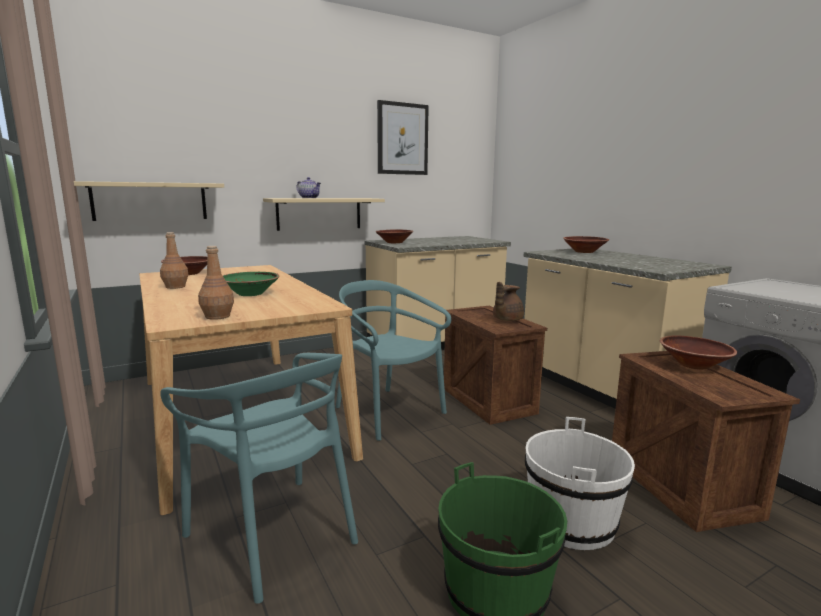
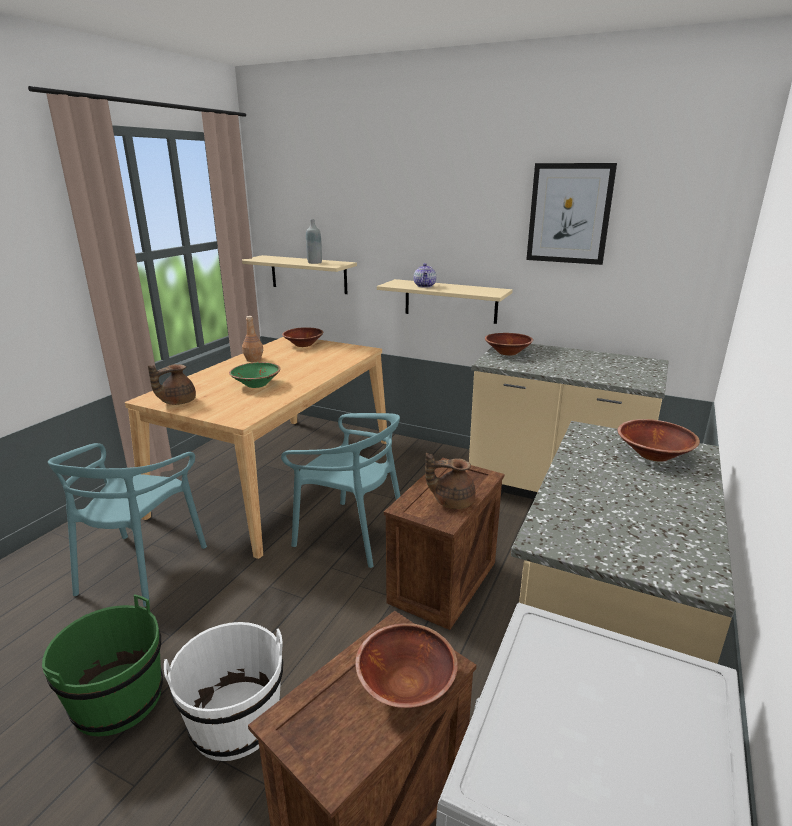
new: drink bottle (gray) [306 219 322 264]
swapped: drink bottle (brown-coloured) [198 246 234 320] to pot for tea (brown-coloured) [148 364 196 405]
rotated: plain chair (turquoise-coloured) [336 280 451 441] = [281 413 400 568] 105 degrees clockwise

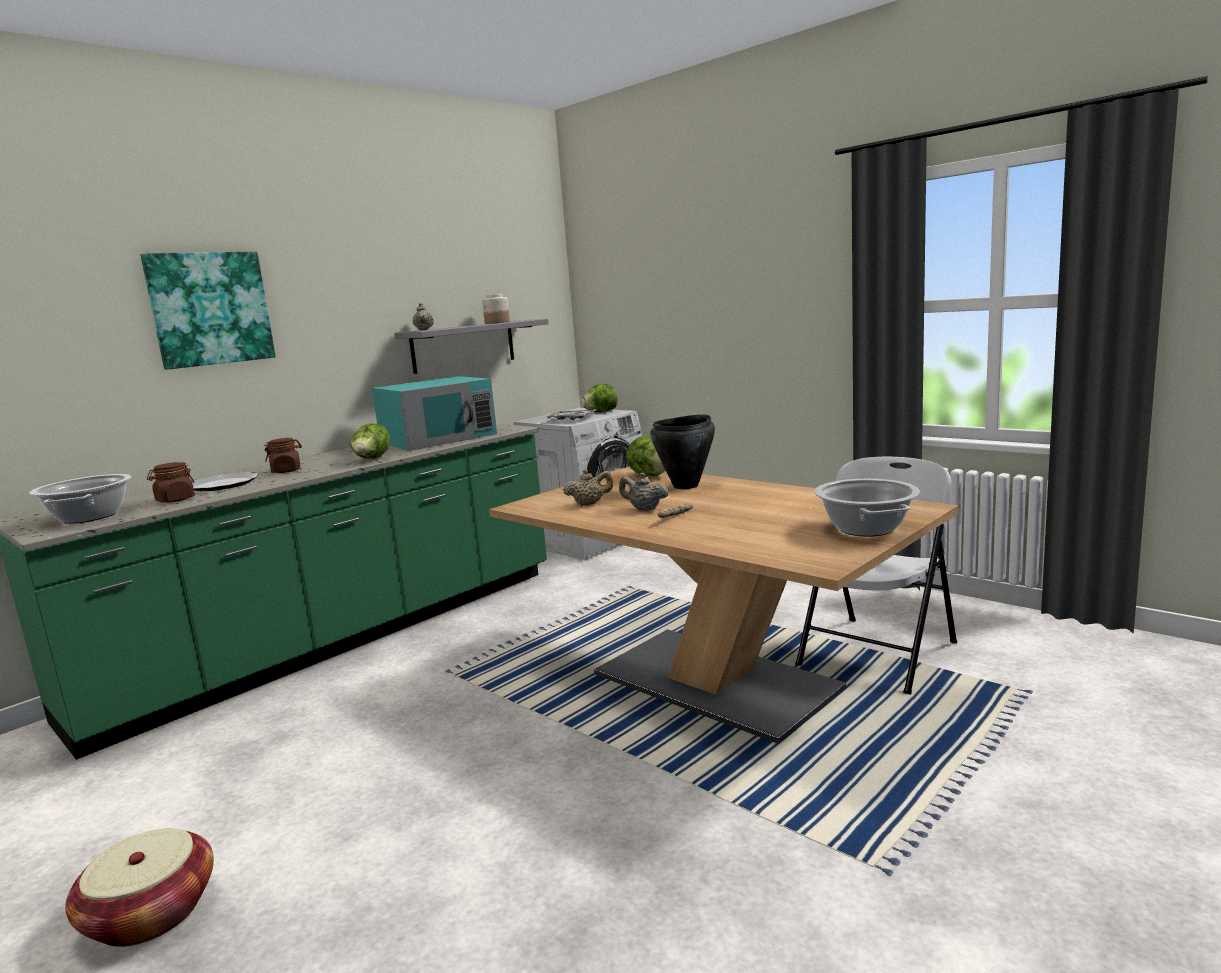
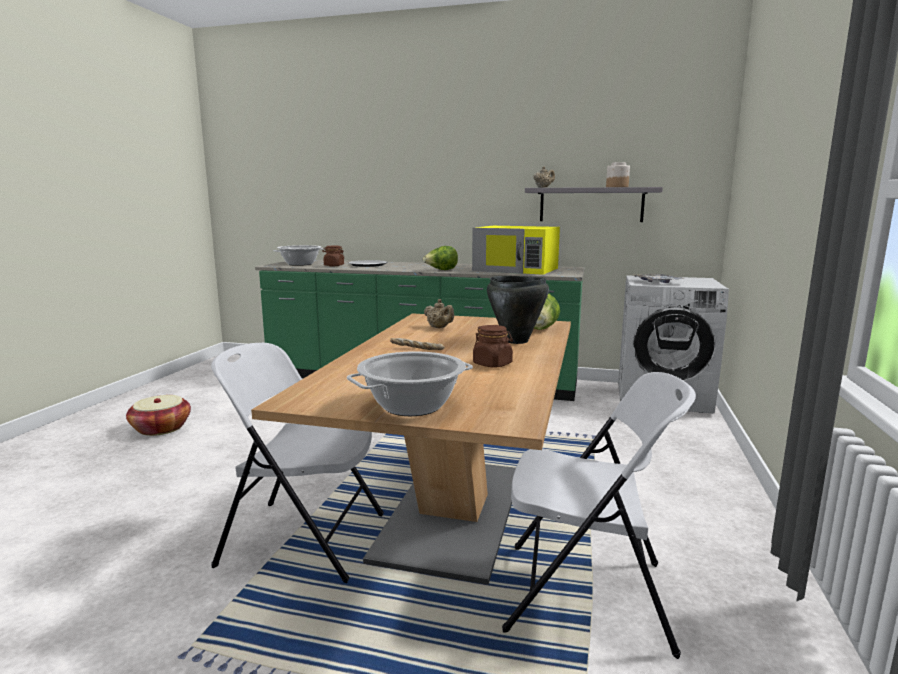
gone: wall picture [140 251 276 370]; lettuce head [582 383 618 412]; pot for tea (beige) [619 473 669 511]
new: plain chair (whitish) [211 343 384 583]
shifted: storage jar (brown-coloured) [264 438 302 473] to [473 325 513 367]
repainted: microwave (turquoise-coloured) [372 376 497 451] to microwave (yellow) [472 226 560 275]

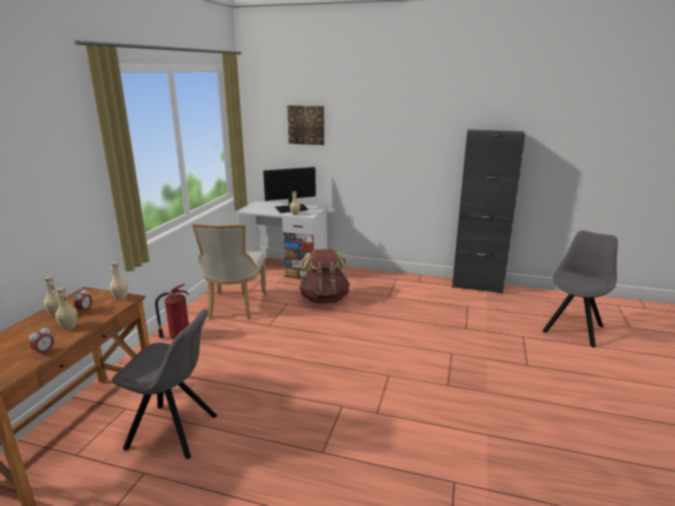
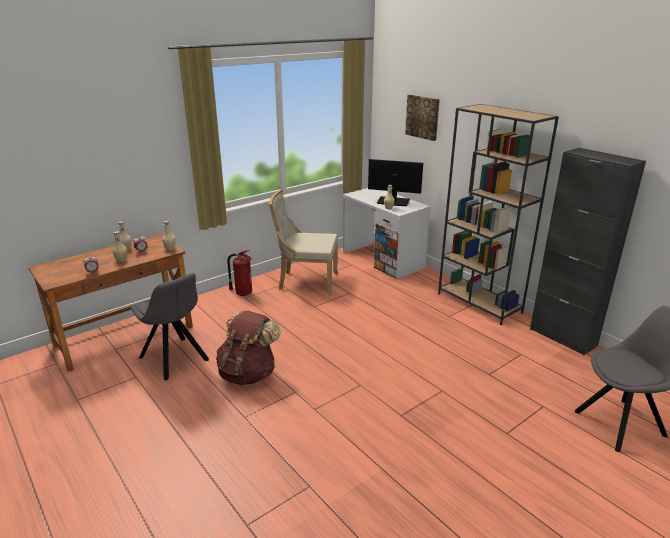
new: shelving unit [438 104 559 325]
shifted: knapsack (brown-coloured) [299 249 350 304] to [216 311 281 386]
rotated: plain chair (beige) [192 223 267 320] = [269 190 338 296] 60 degrees clockwise

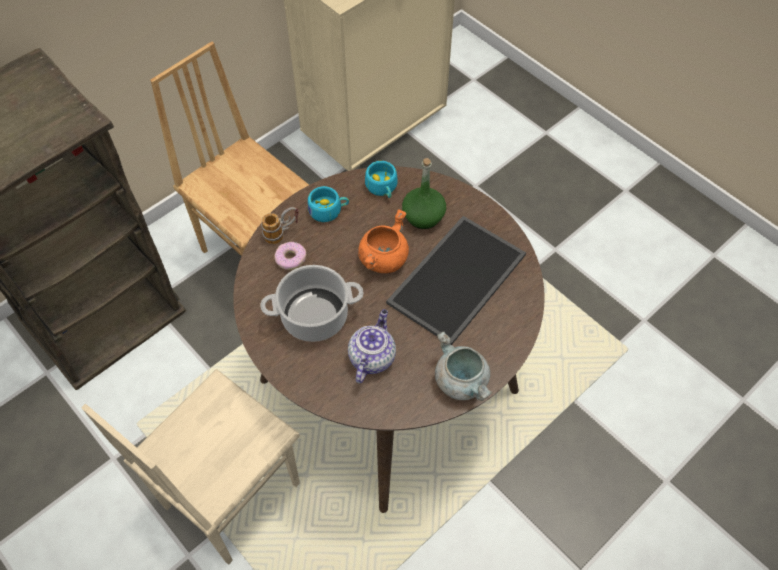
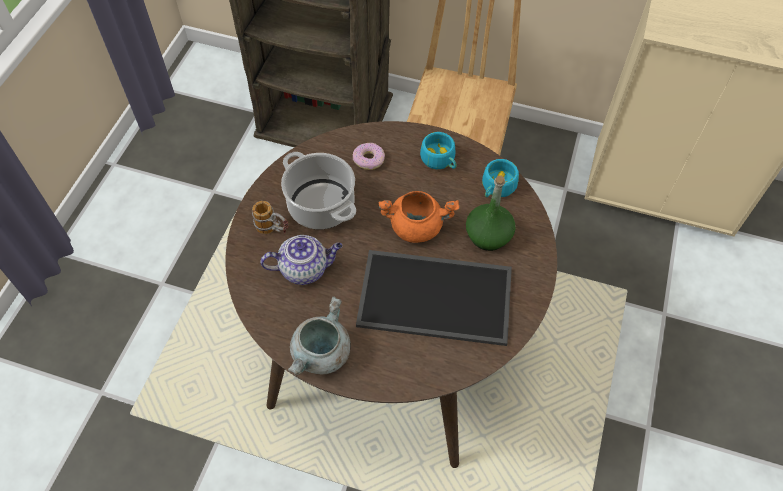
gone: plain chair (beige) [82 369 300 565]
shifted: mug [261 207 299 244] to [252 201 289 234]

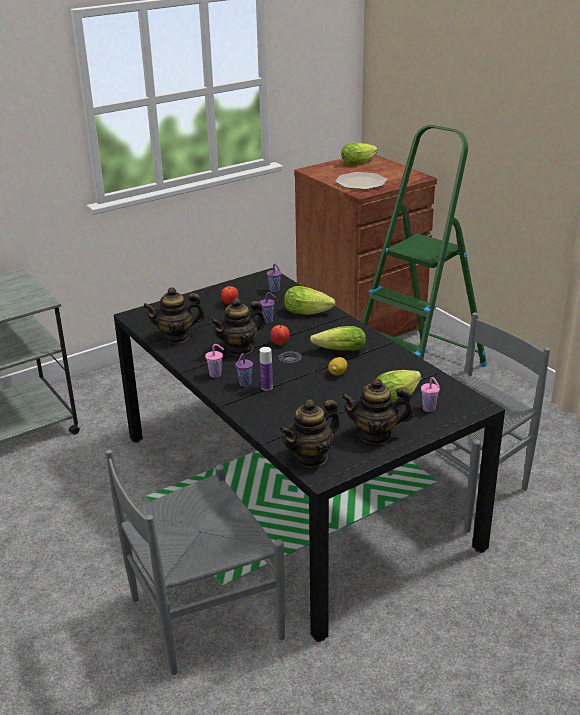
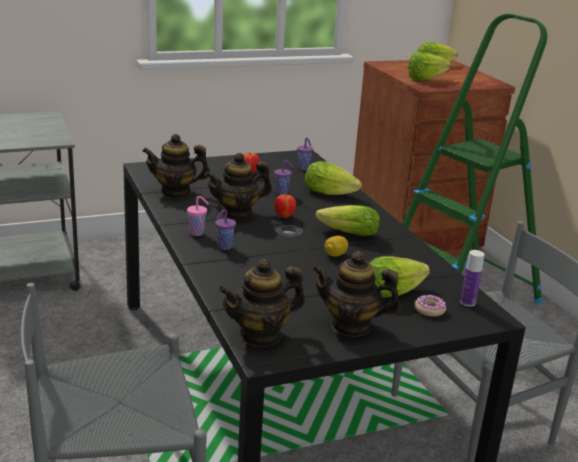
shifted: drink bottle [260 347 273 391] to [460 250 485 307]
swapped: flat dish [335 172 387 190] to lettuce head [408 52 451 80]; drinking cup (pinkish) [421 377 440 412] to doughnut [414 294 446 317]

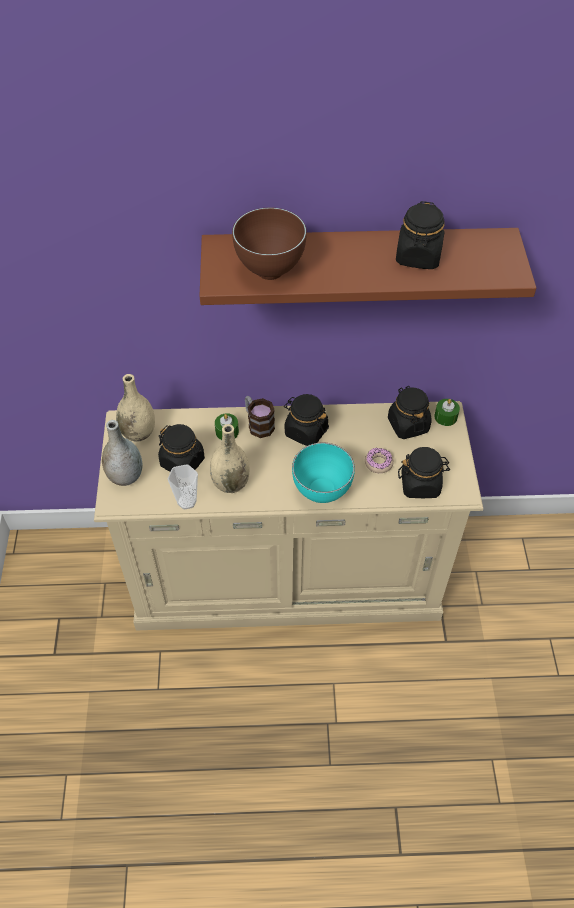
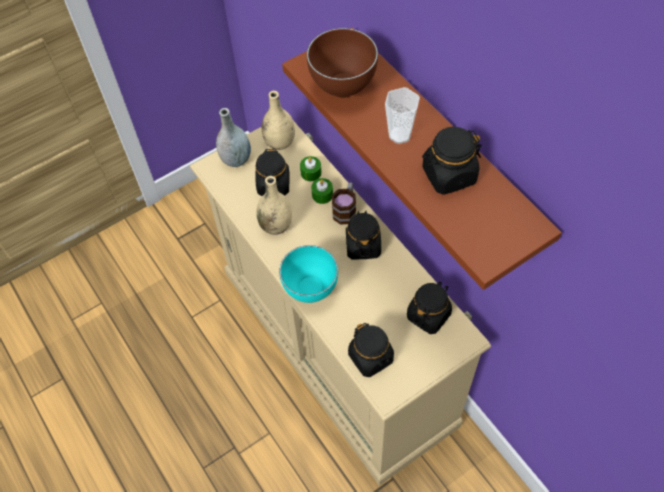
gone: doughnut [365 448 394 473]
shifted: candle (green) [434 399 460 426] to [300 156 322 181]; drinking cup [168 464 198 510] to [385 87 420 144]

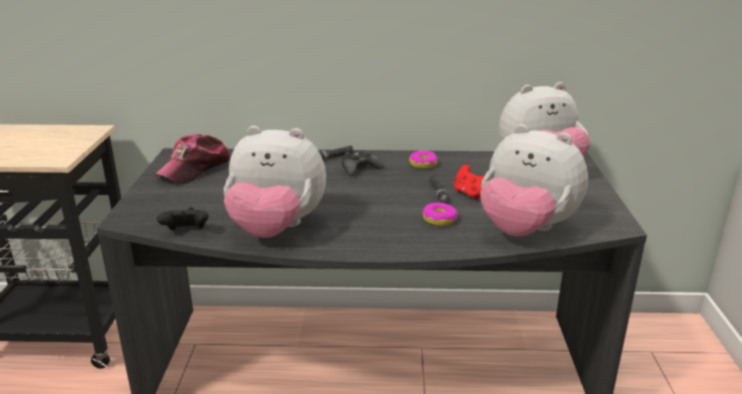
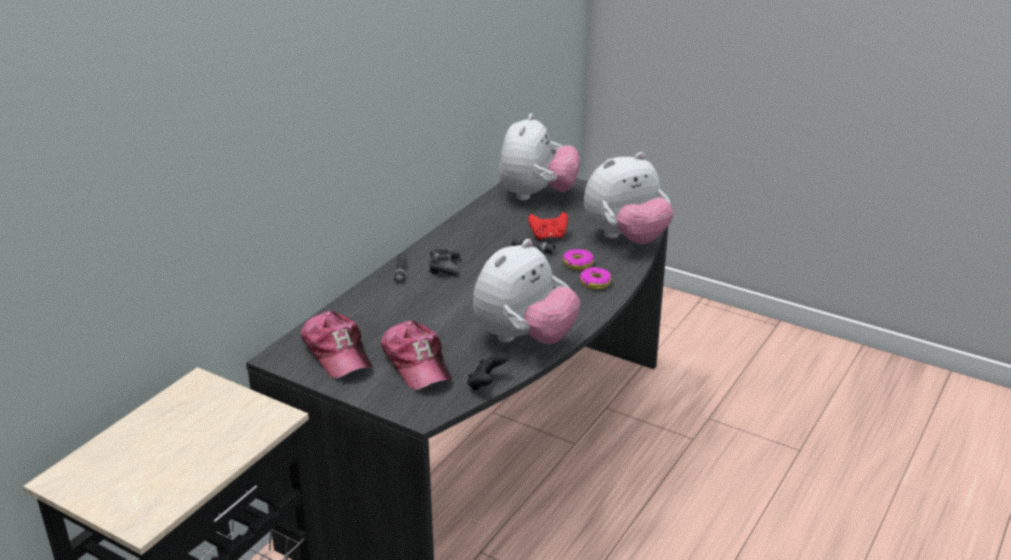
new: baseball cap [381 320 452 390]
shifted: doughnut [409 151 438 169] to [579 267 612 290]

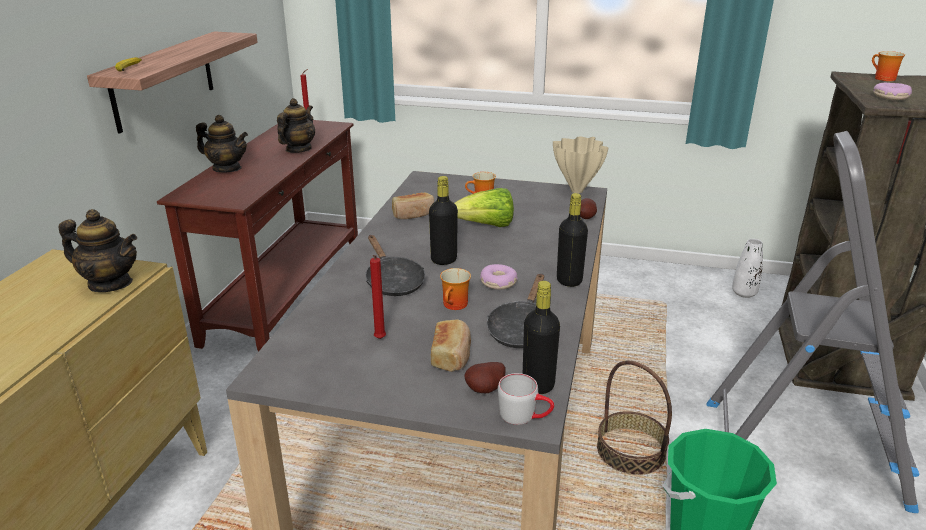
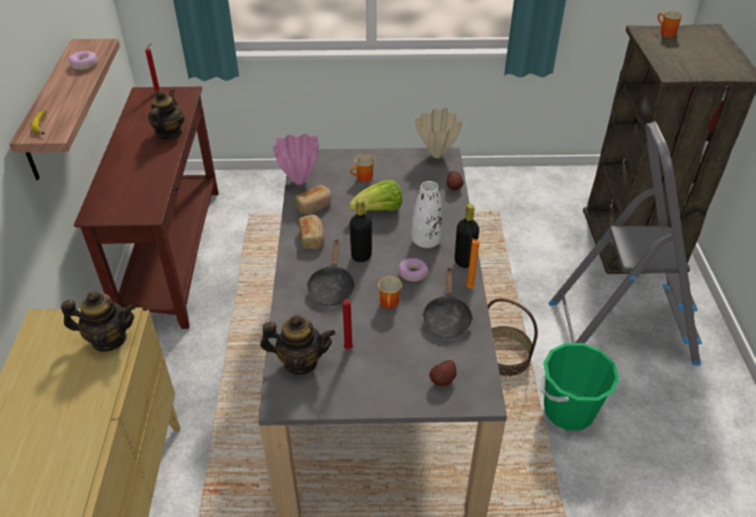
gone: mug (gray) [498 373 554 425]; drink bottle (black) [523 281 560 394]
new: flower vase (pinkish) [273 134 319 185]; candle (orange-coloured) [466 238 479 288]
shifted: doughnut [874 83 912 100] to [68 51 98 70]; pot for tea [196 115 248 173] to [260 315 335 375]; bakery bread [431 319 471 372] to [299 214 325 249]; flower vase (whitish) [732 239 763 298] to [412 181 443 248]
rotated: skillet (black) [365 235 425 296] = [306 240 355 306] 45 degrees clockwise

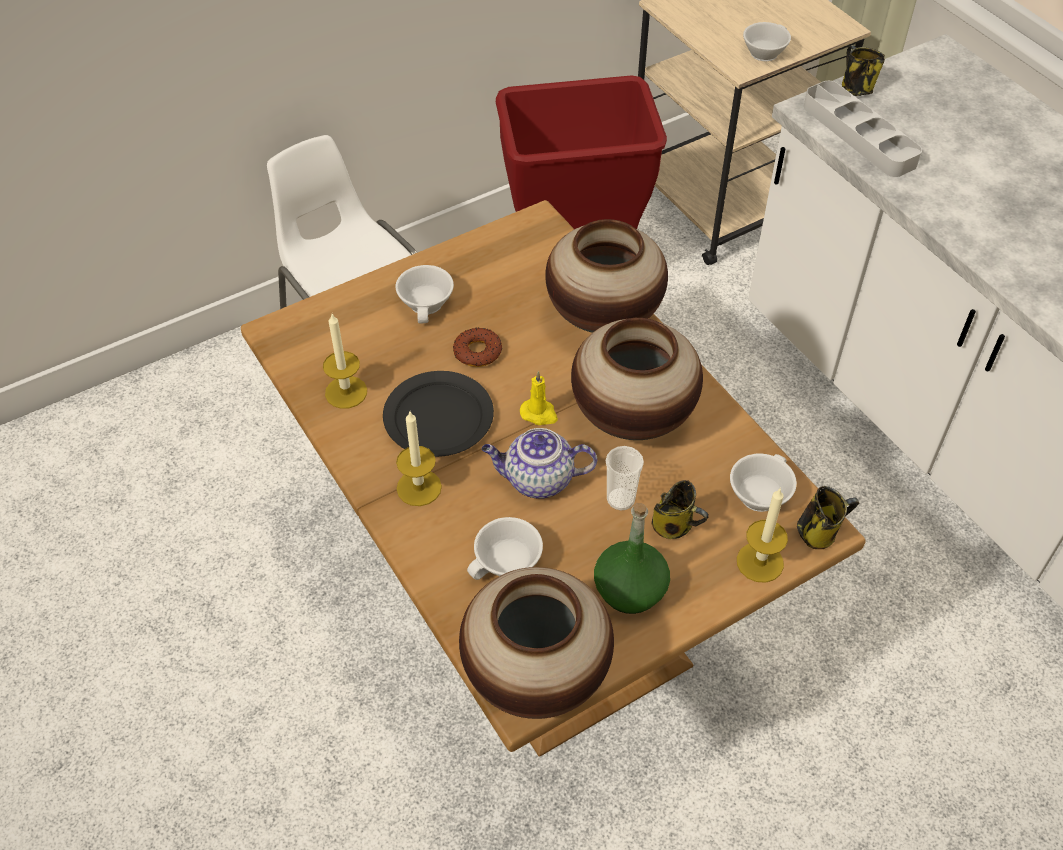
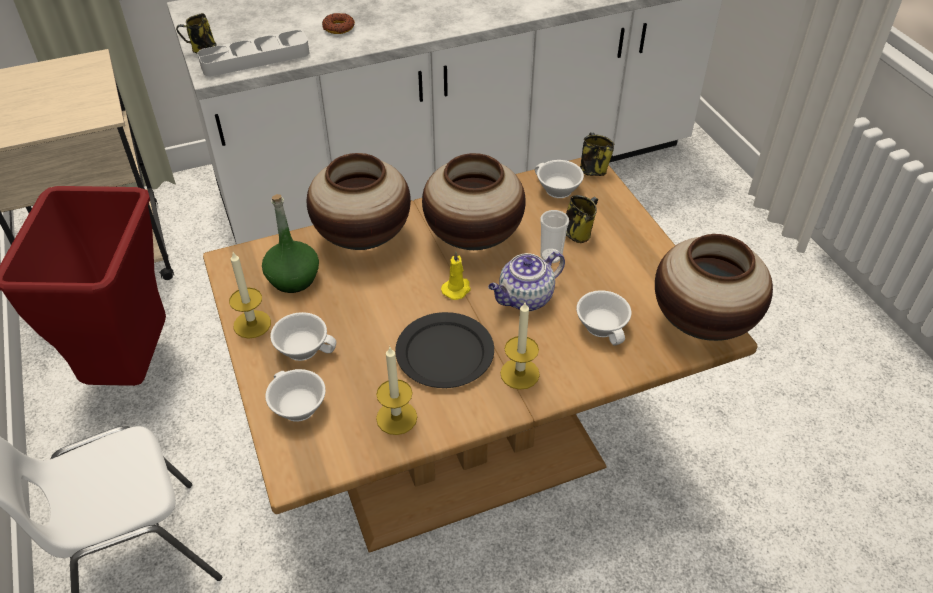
shifted: candle [737 489 788 583] to [229 252 271 339]; drink bottle (green) [594 503 670 614] to [262 194 319 293]; drinking cup (whitish) [743 22 791 61] to [265 369 326 422]; doughnut [453 327 502 367] to [322 13 355 34]
rotated: pot for tea [482 428 597 499] = [488 251 565 311] 45 degrees clockwise

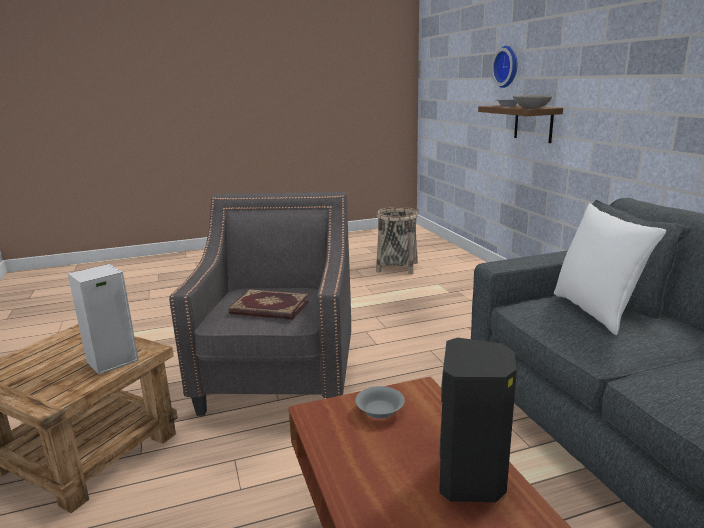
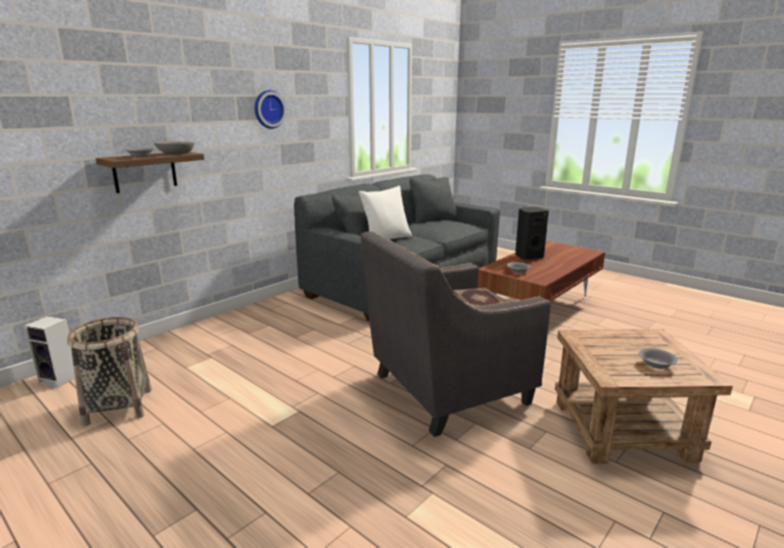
new: serving bowl (gray) [639 348 678 369]
shifted: loudspeaker [68 264 139 375] to [24 316 75 388]; hanging clock [491 46 518 88] to [255 90 286 129]

